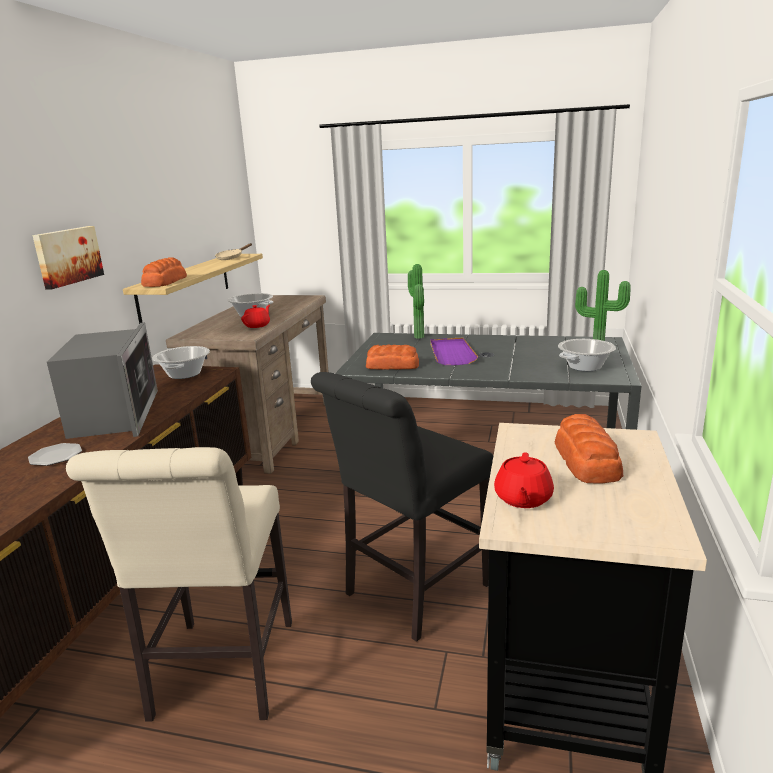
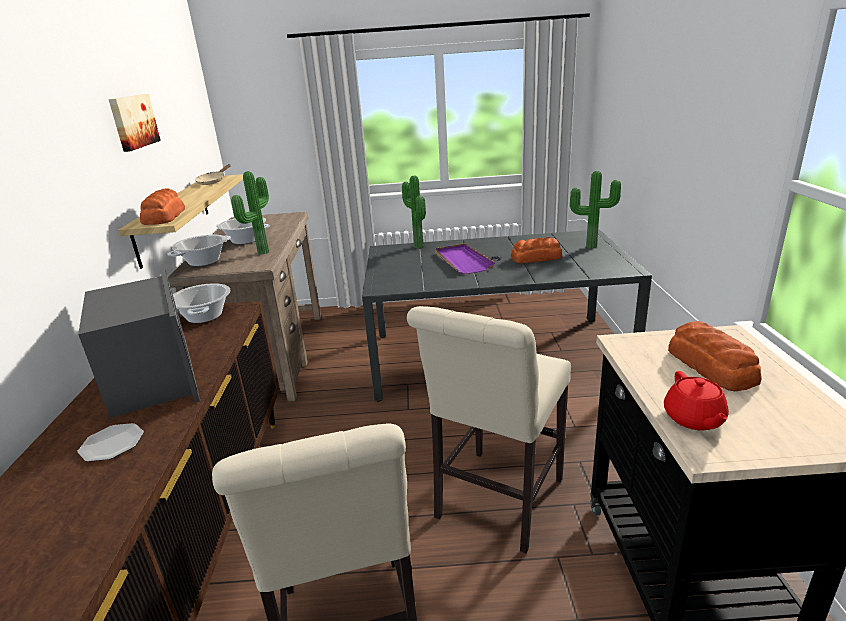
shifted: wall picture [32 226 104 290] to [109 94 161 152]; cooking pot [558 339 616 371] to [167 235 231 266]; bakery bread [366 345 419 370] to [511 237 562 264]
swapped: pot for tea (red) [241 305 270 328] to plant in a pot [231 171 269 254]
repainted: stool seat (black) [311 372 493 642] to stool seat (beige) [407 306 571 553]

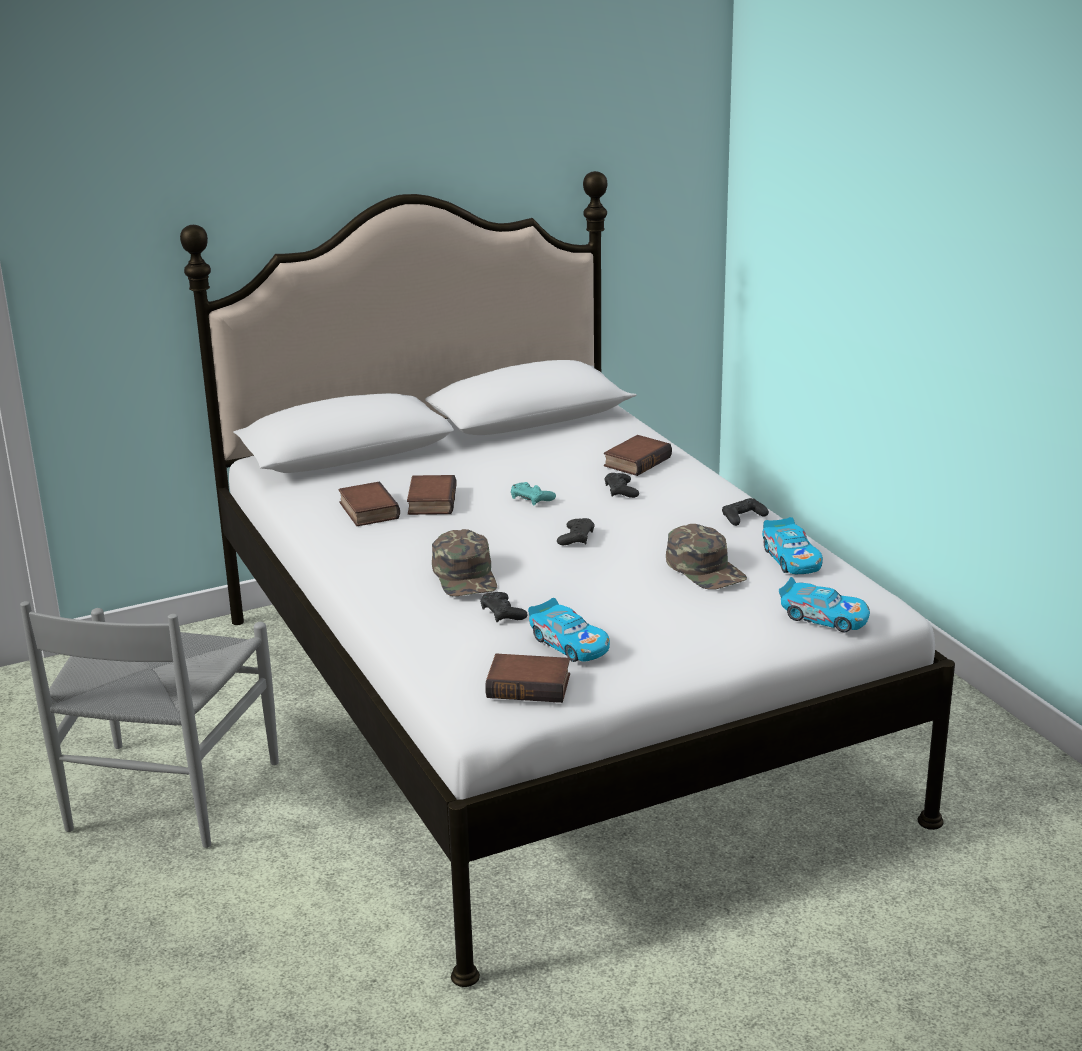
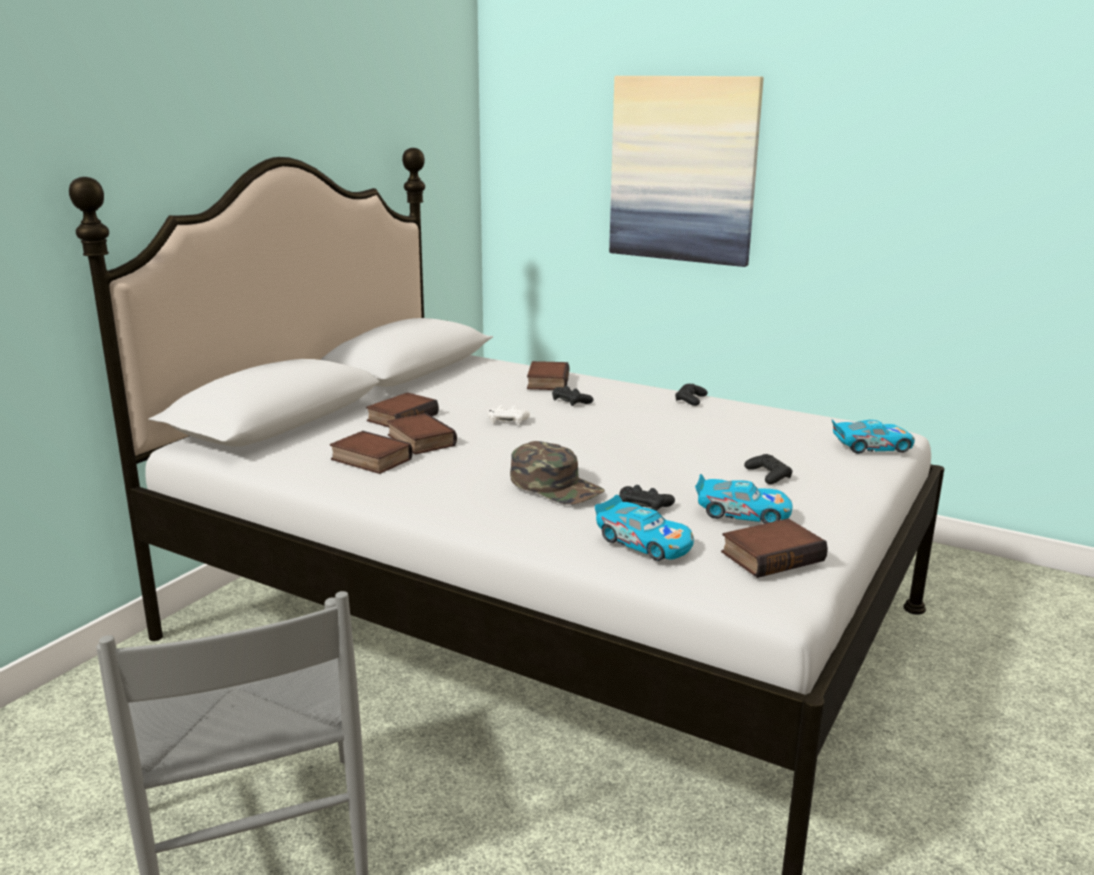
gone: baseball cap (green) [666 524 747 590]
new: volume [366 392 439 427]; wall picture [609 76 764 267]
shifted: model car [762 517 823 574] to [595 495 694 561]; joypad (black) [557 518 594 545] to [744 454 792 484]
repainted: joypad (turquoise-coloured) [511 482 556 505] to joypad (whitish) [487 405 530 425]

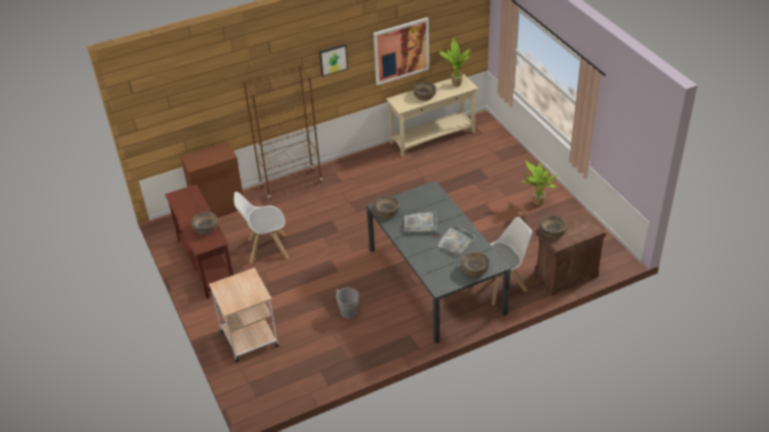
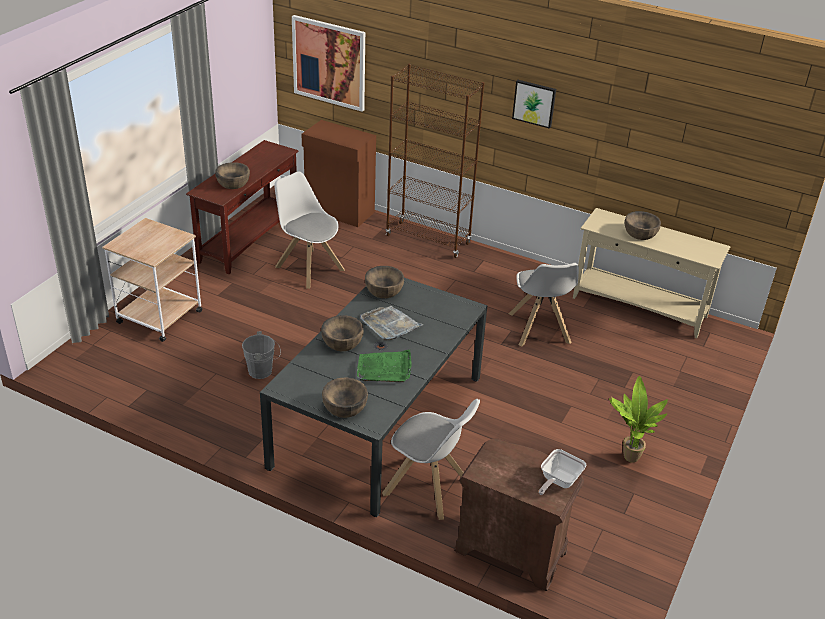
gone: plant in a pot [439 37 471 87]
new: plain chair [509 263 579 347]; skillet [539 449 586 495]
shifted: wall picture [373 17 429 85] to [292 15 365 112]; serving bowl (brown-coloured) [540 215 567 239] to [321 315 364 351]
repainted: carrying tray (gray) [437 225 476 255] to carrying tray (green) [357 350 412 382]

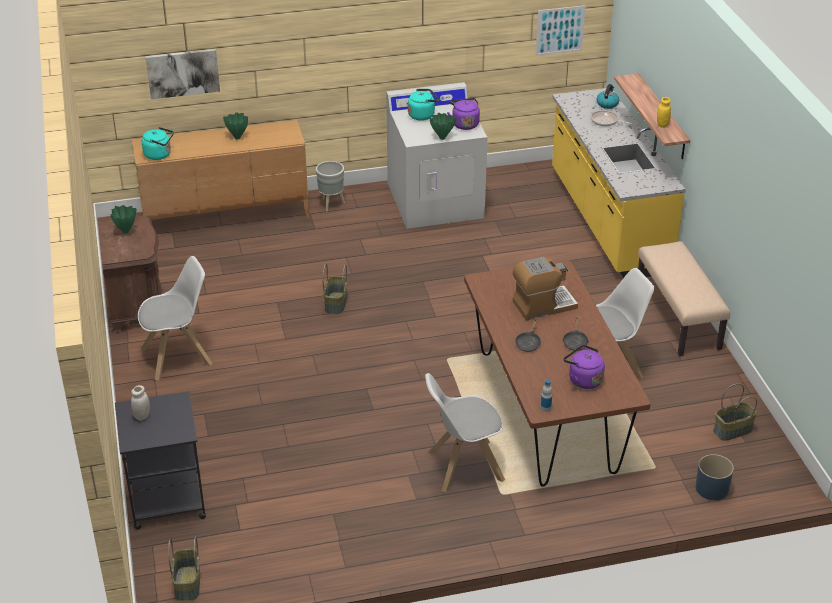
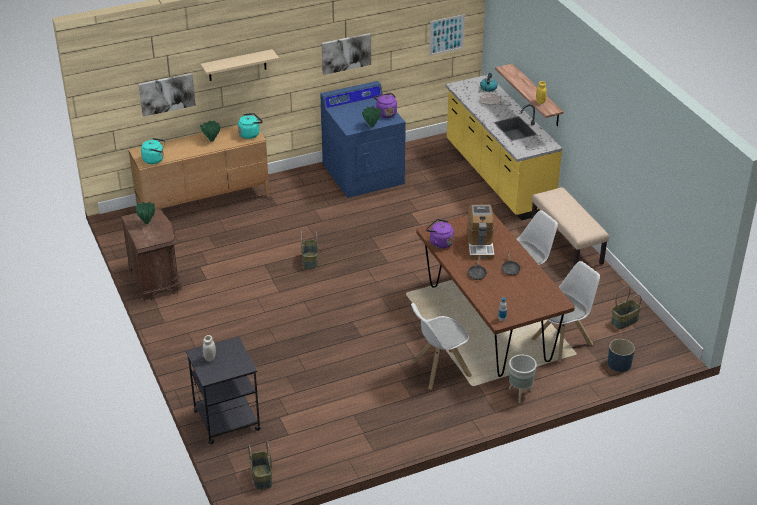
new: bracket shelf (beige) [200 49 279 81]; wall picture [322 33 371 75]
shifted: water kettle (turquoise-coloured) [408 89 439 121] to [238 113 263 139]; water kettle (purple) [564 345 605 389] to [426 219 454 249]; planter (gray) [316 161 345 212] to [509 355 537 403]; plain chair [138 256 212 381] to [531 261 600 362]
repainted: washing machine (whitish) [386 82 487 229] to washing machine (blue) [320 81 406 198]
rotated: coffee machine [513 257 578 320] = [467 205 495 259] 120 degrees clockwise

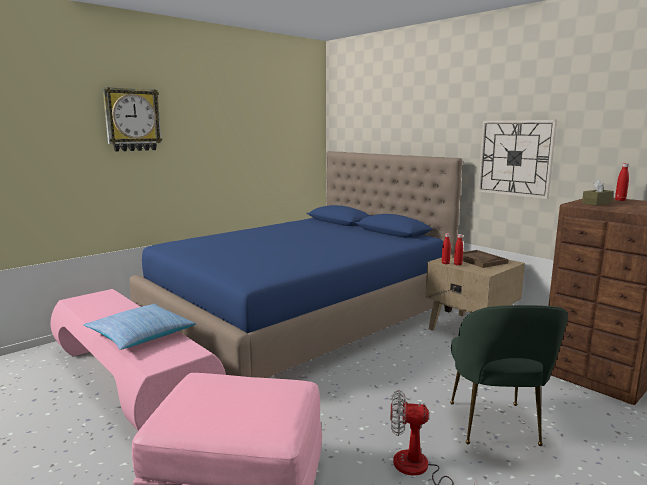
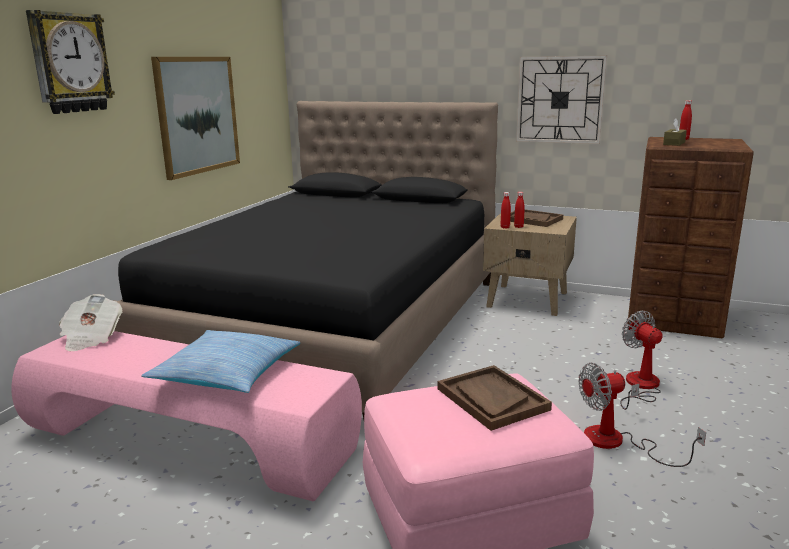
new: daily paper [59 294 123 351]; wall picture [151 57 240 180]; carrying tray (brown-coloured) [437 365 552 431]
swapped: plain chair (green) [450 305 568 446] to fan [620 310 663 410]
repainted: bed (blue) [130 151 463 378] to bed (black) [112 101 498 419]

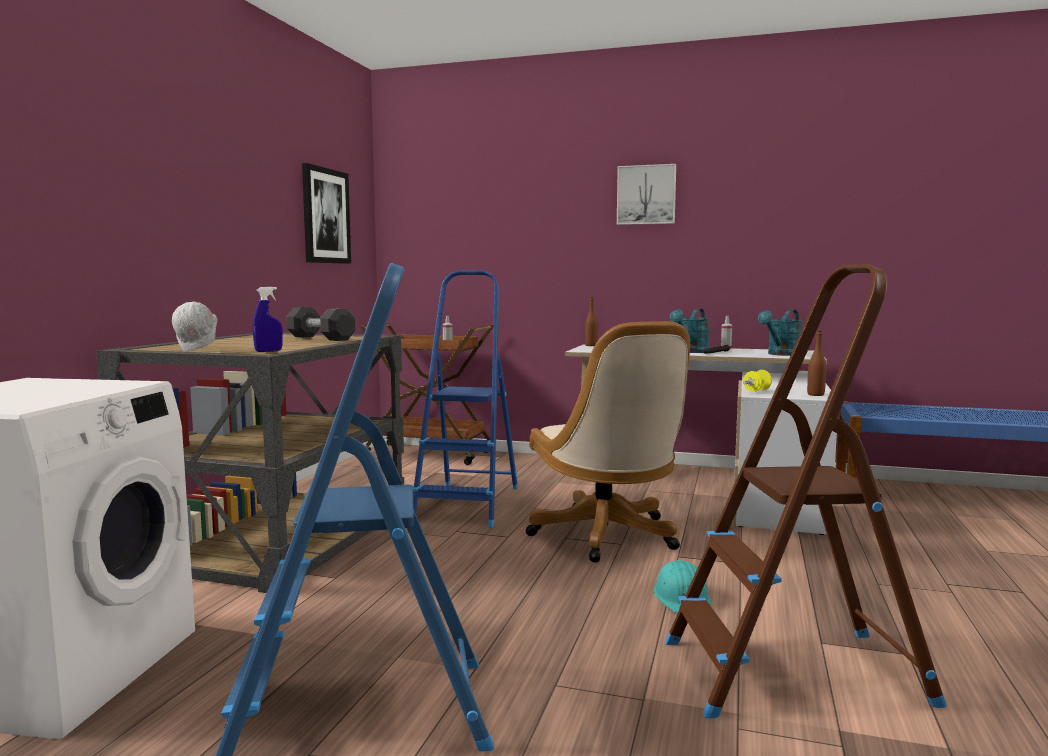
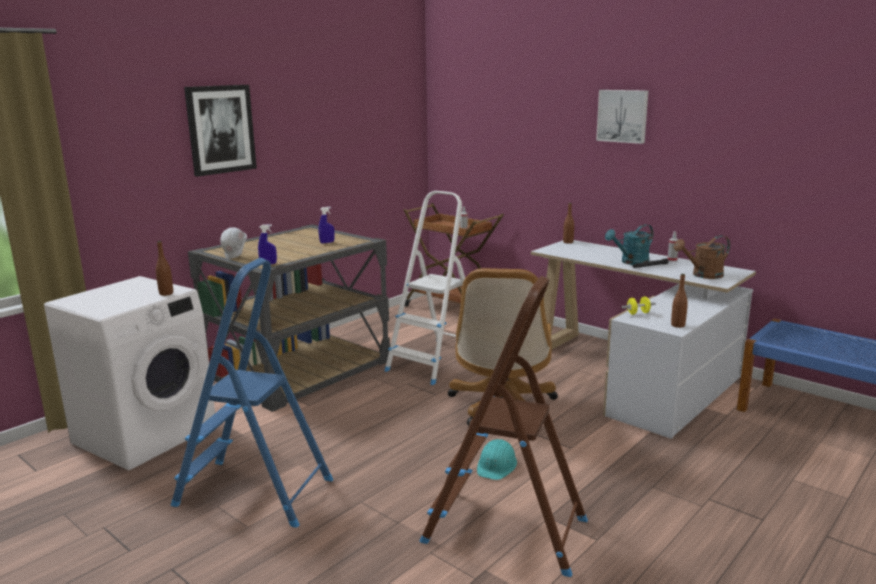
new: drink bottle (brown-coloured) [156 241 173 296]
shifted: wall picture [302 163 351 264] to [184 85 257 177]
swapped: free weight (black) [286 307 355 341] to hand sprayer (blue) [319 207 335 244]
repainted: step stool (blue) [413 271 518 528] to step stool (whitish) [385 191 465 385]; watering pot (turquoise-coloured) [758 310 802 356] to watering pot (brown-coloured) [674 235 730 279]

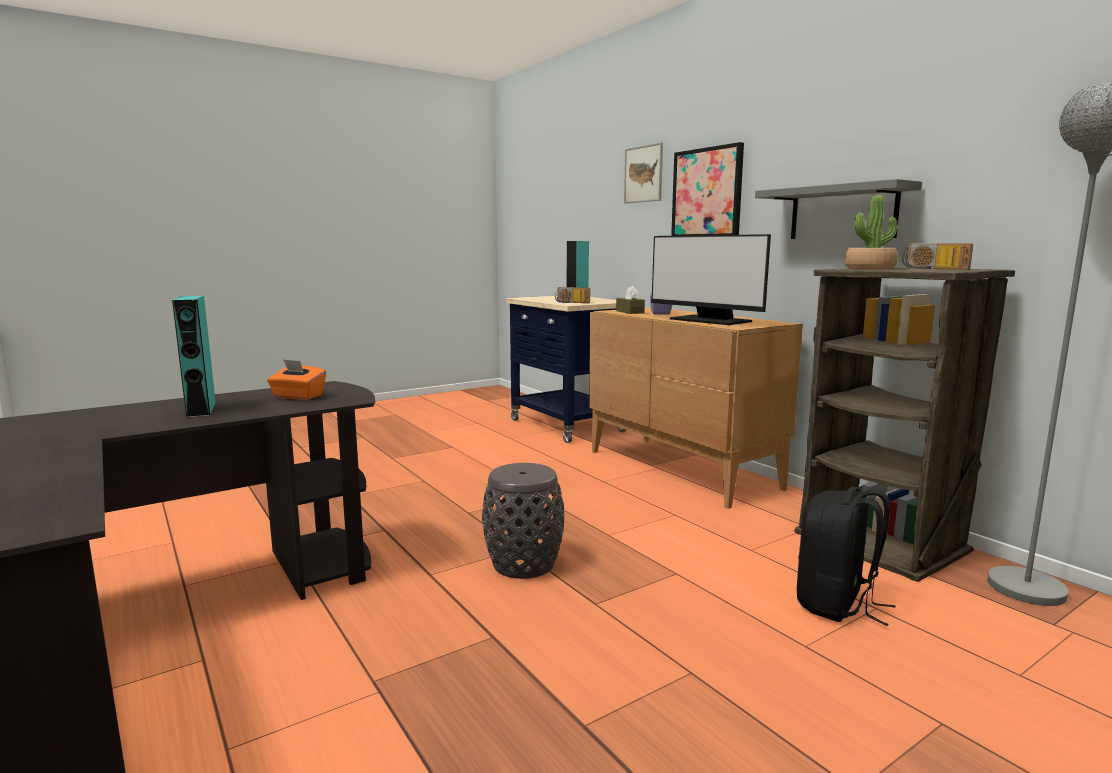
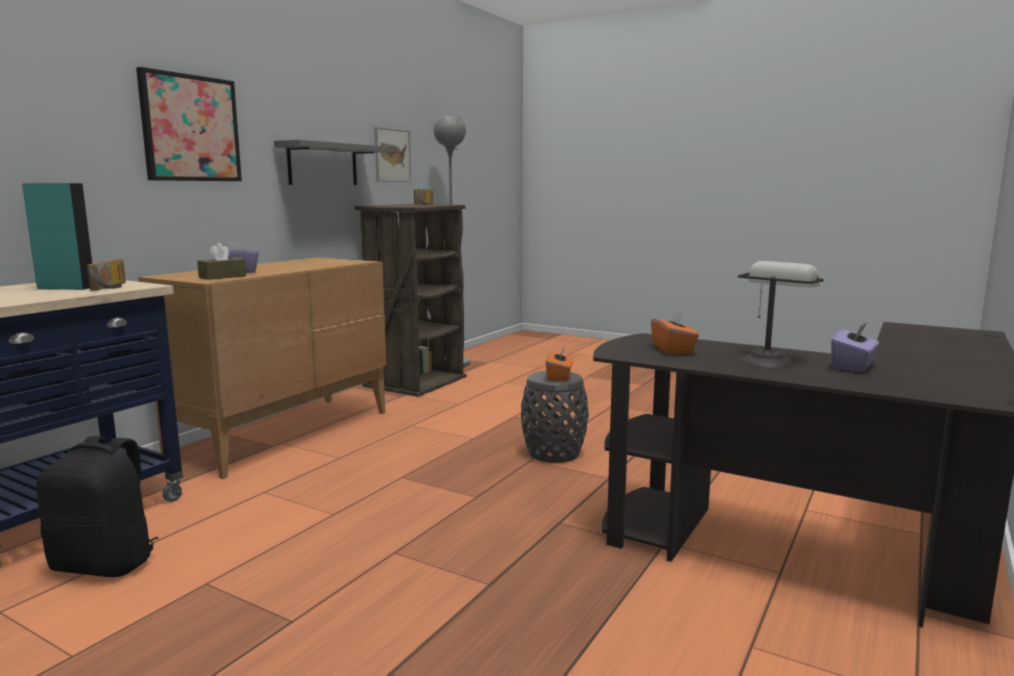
gone: computer screen [651 234 771 325]; plant in a pot [845 195 898 270]
new: box of tissues (orange-coloured) [546 347 573 381]; box of tissues (purple) [831 323 879 372]
shifted: knapsack (black) [797 487 896 626] to [36 436 159 577]; wall picture [624 142 663 203] to [374 127 411 182]
swapped: loudspeaker (turquoise-coloured) [172 296 216 418] to table lamp [738 261 823 368]

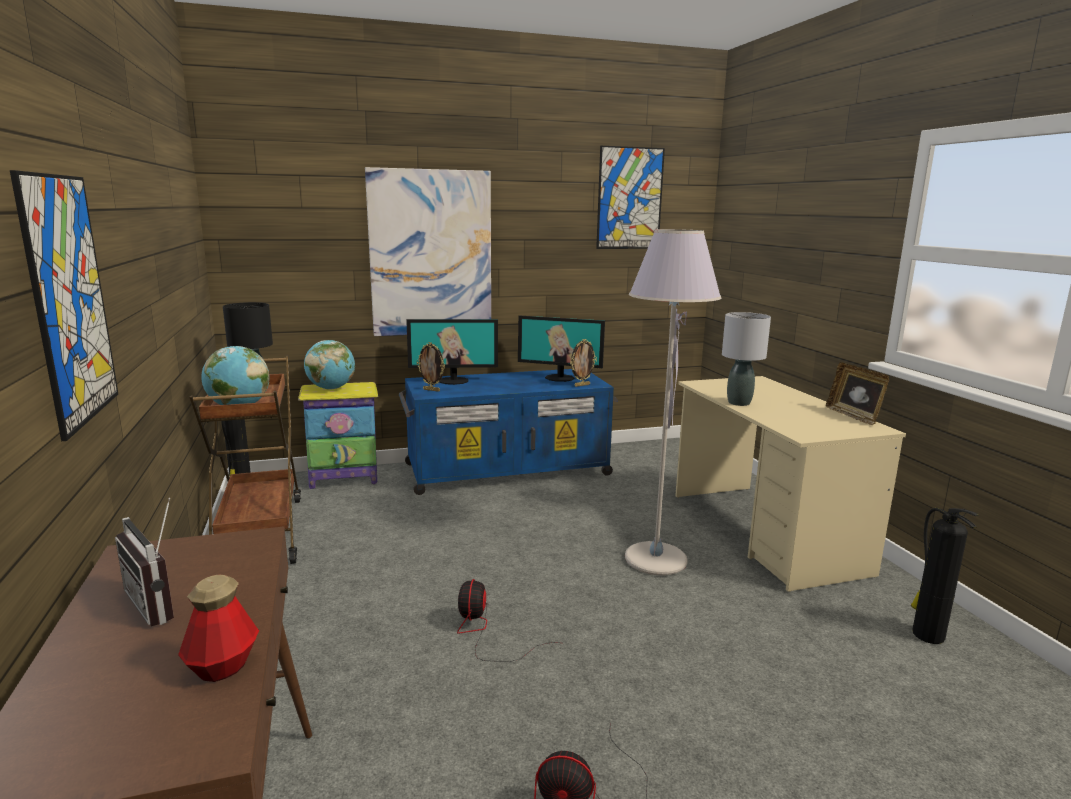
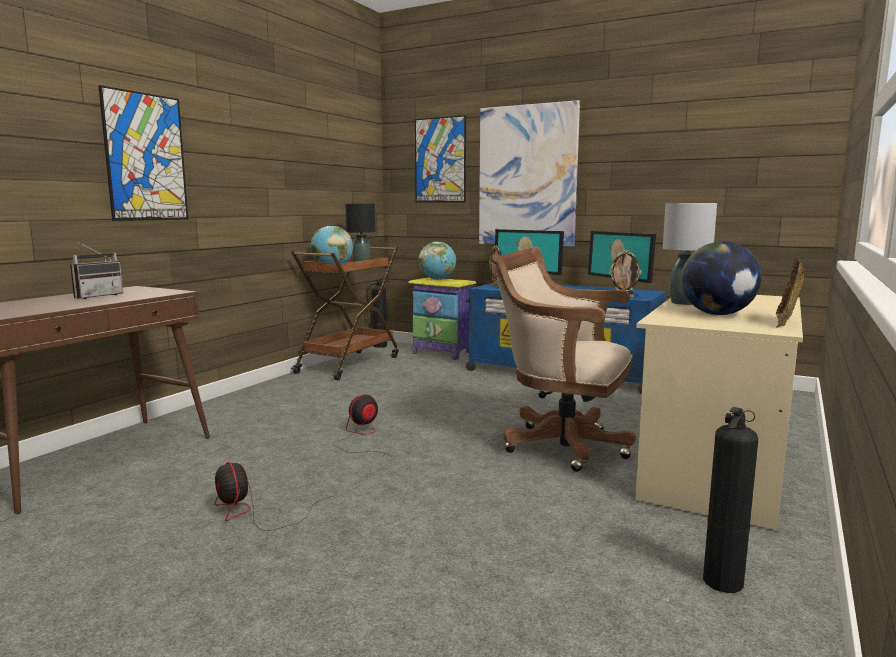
gone: drink bottle [178 574 259 682]
new: desk globe [681 241 761 315]
shifted: wall picture [596 146 665 249] to [415 115 466 203]
swapped: standing lamp (gray) [625 229 721 575] to office chair [491 246 636 472]
rotated: radio receiver [115 498 174 626] = [70 242 123 299] 150 degrees counterclockwise

